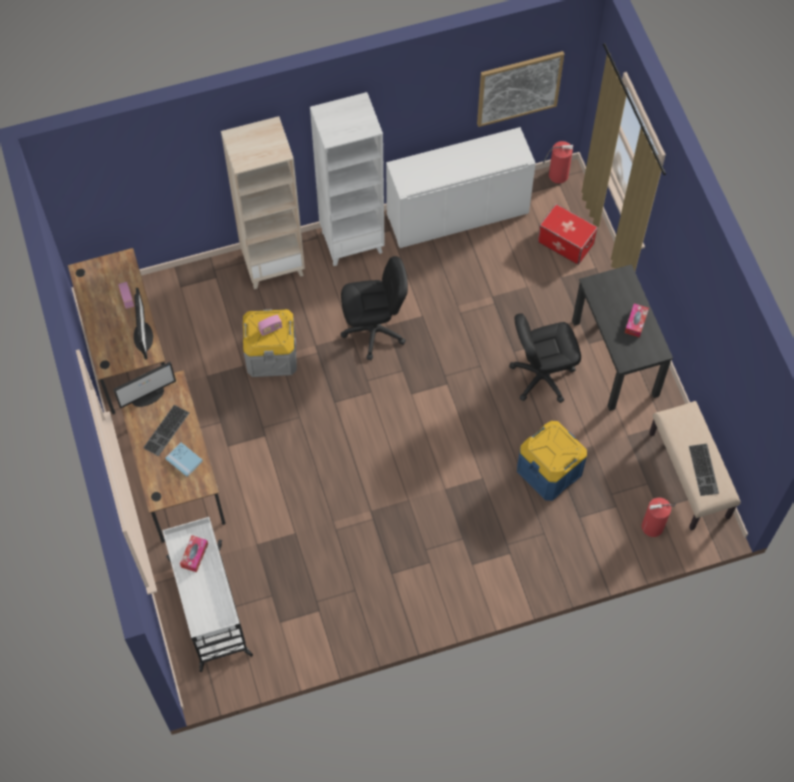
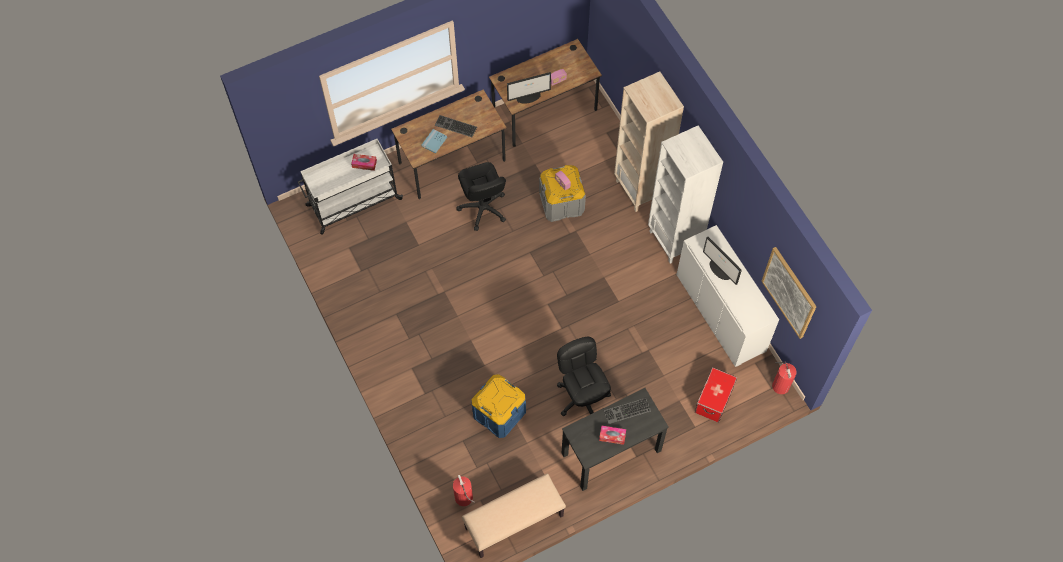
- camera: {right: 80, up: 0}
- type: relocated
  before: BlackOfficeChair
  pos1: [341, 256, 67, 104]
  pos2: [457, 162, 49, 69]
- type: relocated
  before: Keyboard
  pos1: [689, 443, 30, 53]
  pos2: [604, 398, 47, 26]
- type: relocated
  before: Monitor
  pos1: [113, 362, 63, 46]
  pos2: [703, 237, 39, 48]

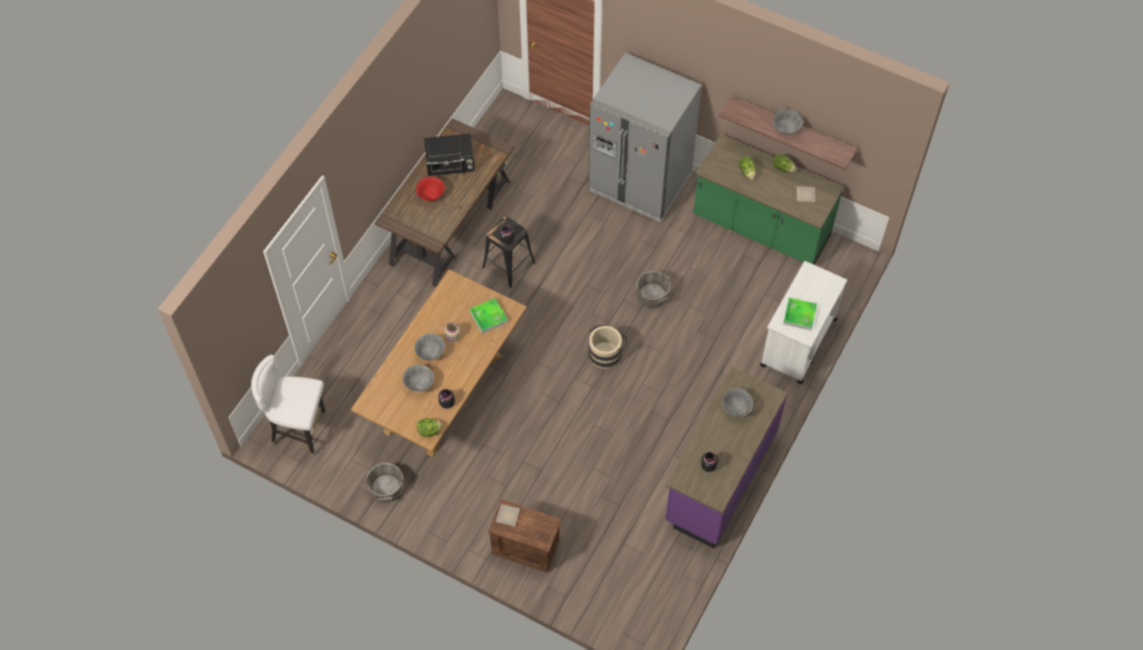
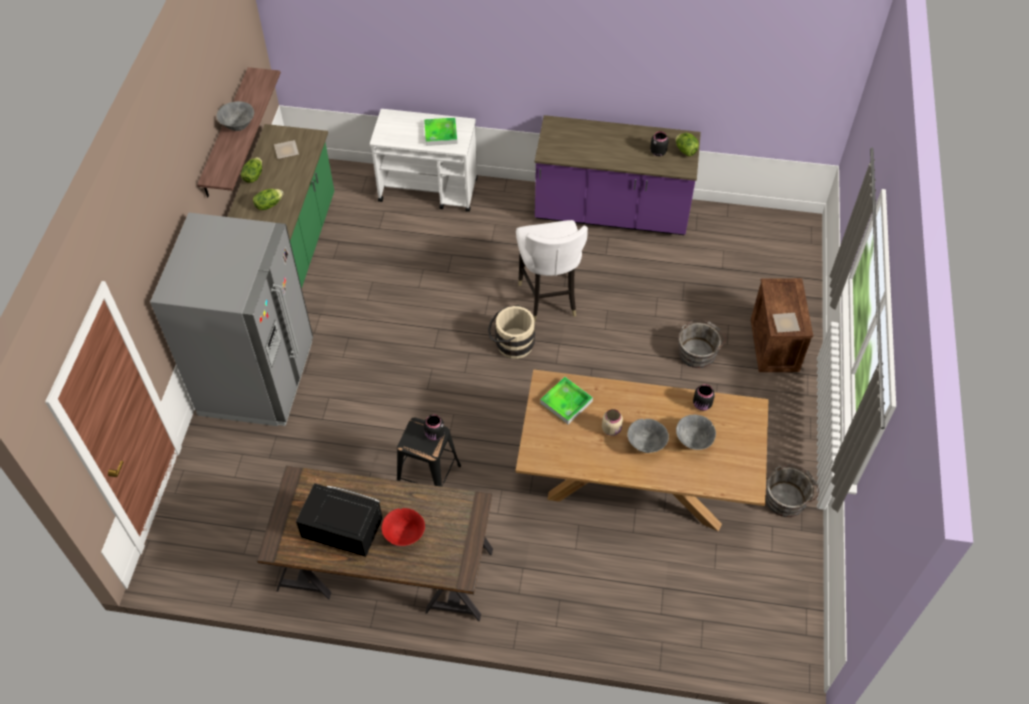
- camera: {right: -110, up: -5}
- type: spun
  before: BlackMicrowave
  pos1: [424, 133, 51, 43]
  pos2: [296, 483, 87, 74]
  turn: -45
- type: relocated
  before: WhiteChair
  pos1: [251, 355, 75, 102]
  pos2: [516, 220, 72, 102]
- type: relocated
  before: Lettuce
  pos1: [417, 418, 25, 19]
  pos2: [675, 133, 24, 23]
- type: relocated
  before: GreyBucket
  pos1: [636, 271, 38, 37]
  pos2: [679, 319, 47, 49]
- type: missing
  before: GreyBowl
  pos1: [722, 388, 31, 29]

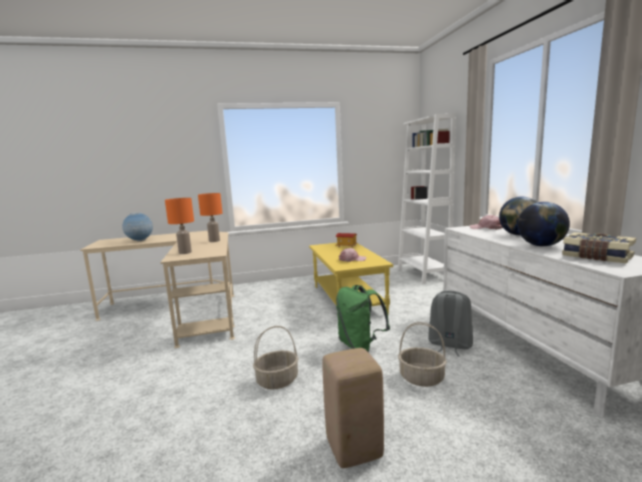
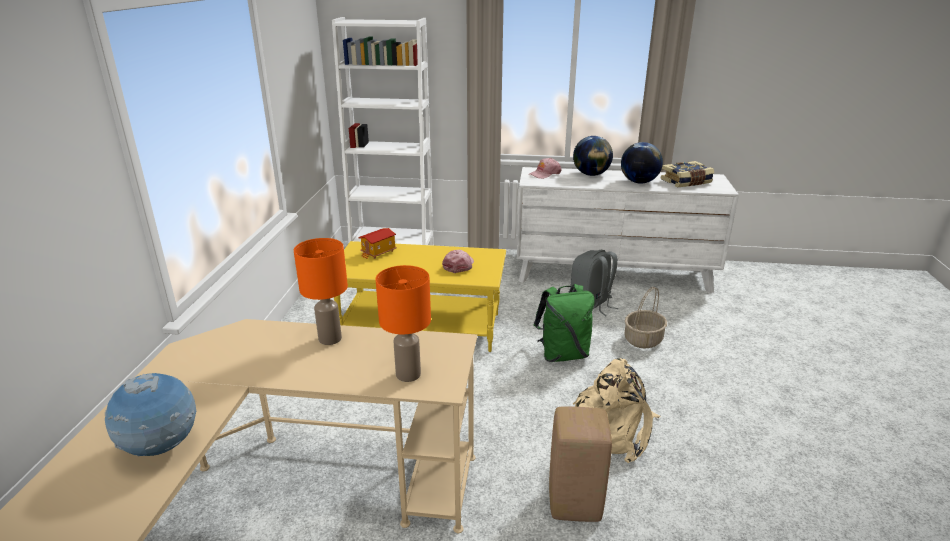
- camera: {right: -70, up: 15}
- type: relocated
  before: BeigeStool
  pos1: [322, 348, 62, 120]
  pos2: [549, 406, 63, 116]
- type: exchanged
  before: Basket
  after: BeigeBackpack
  pos1: [253, 326, 46, 64]
  pos2: [573, 358, 87, 105]

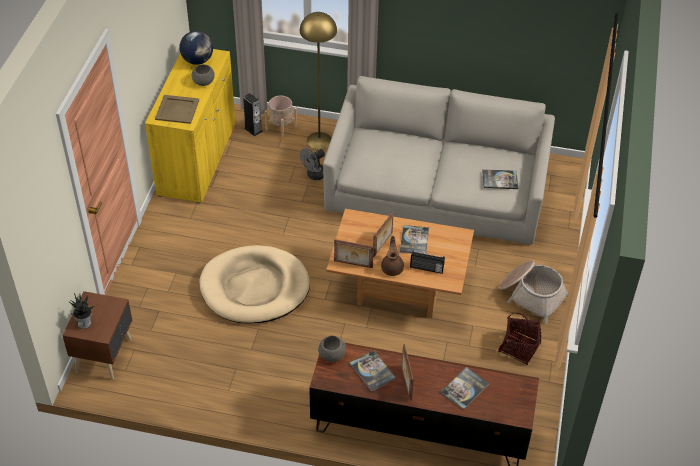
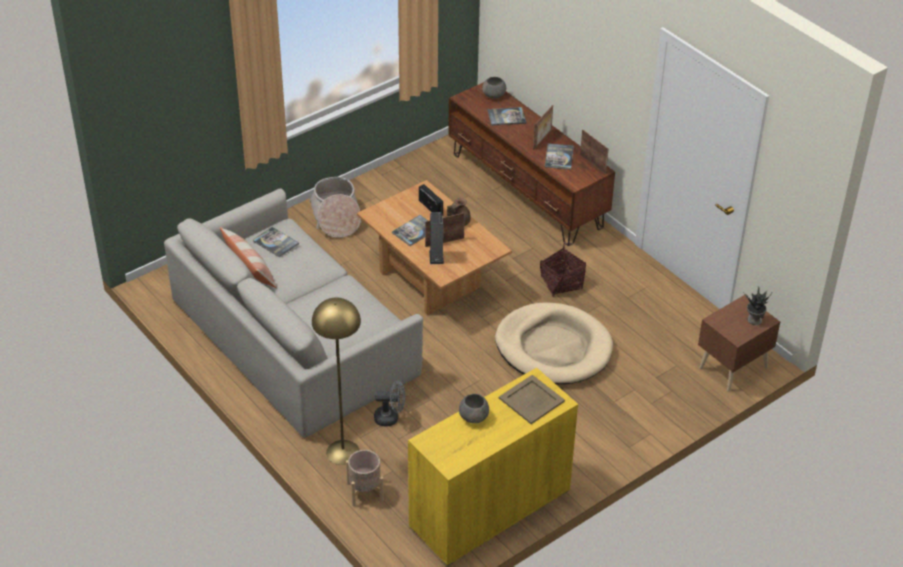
- camera: {right: -140, up: -5}
- type: appeared
  after: Pillow
  pos2: [220, 227, 57, 61]
- type: relocated
  before: Speaker
  pos1: [243, 93, 20, 43]
  pos2: [429, 212, 15, 52]
- type: relocated
  before: GreyBowl
  pos1: [318, 336, 28, 26]
  pos2: [482, 77, 24, 22]
- type: relocated
  before: Basket
  pos1: [498, 312, 43, 53]
  pos2: [540, 242, 46, 55]
- type: relocated
  before: PictureFrame
  pos1: [334, 239, 40, 29]
  pos2: [580, 129, 29, 45]
- type: missing
  before: Globe
  pos1: [179, 31, 34, 34]

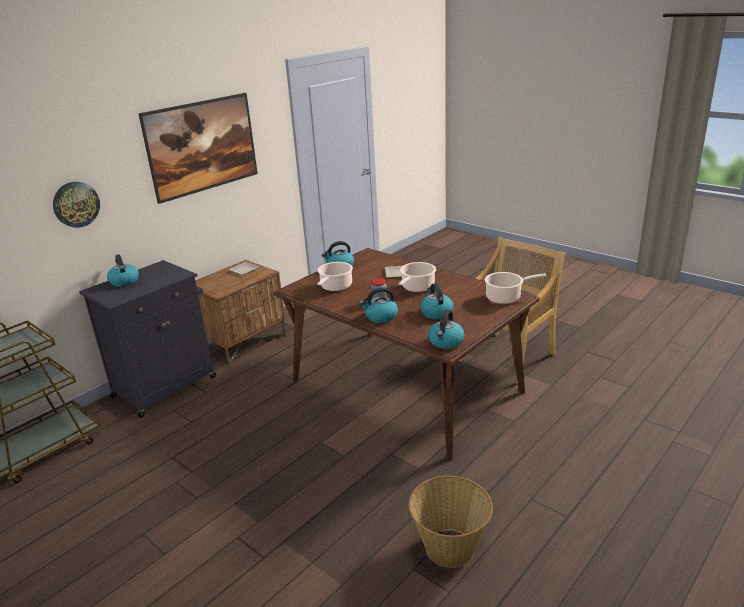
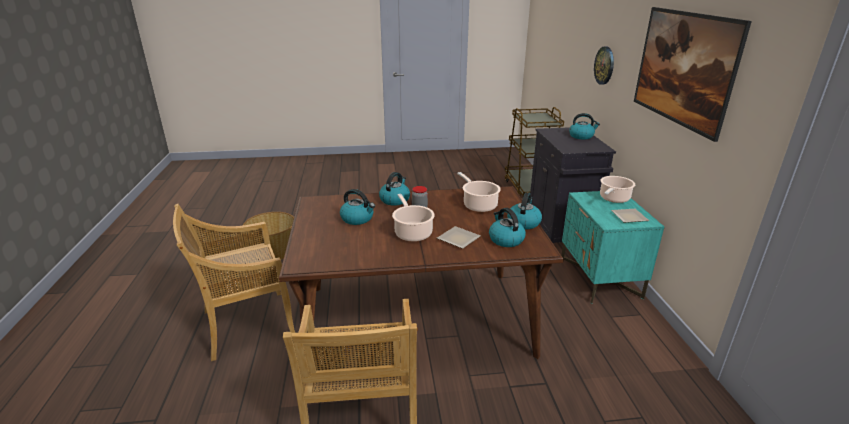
- camera: {right: 130, up: 0}
- type: appeared
  after: BeigeChair
  pos2: [173, 204, 122, 157]
- type: relocated
  before: Kettle
  pos1: [428, 310, 37, 39]
  pos2: [489, 208, 37, 39]
- type: colour
  before: BrownNightstand
  after: TurquoiseNightstand
  pos1: [195, 260, 91, 107]
  pos2: [561, 191, 103, 112]
- type: relocated
  before: CookingPot
  pos1: [485, 272, 61, 32]
  pos2: [600, 176, 35, 27]

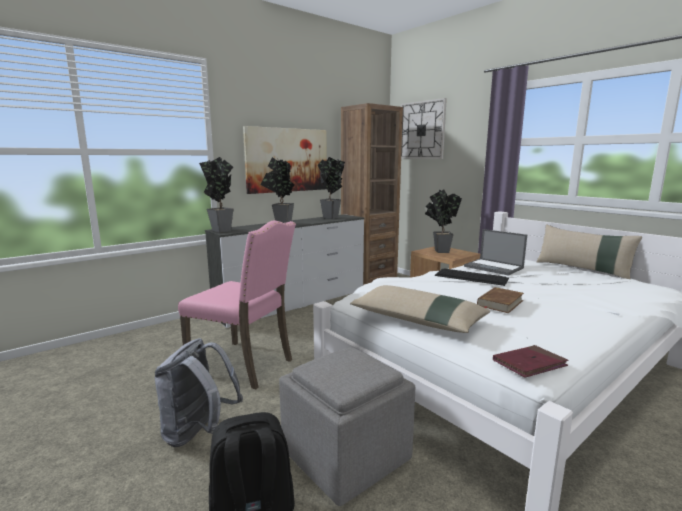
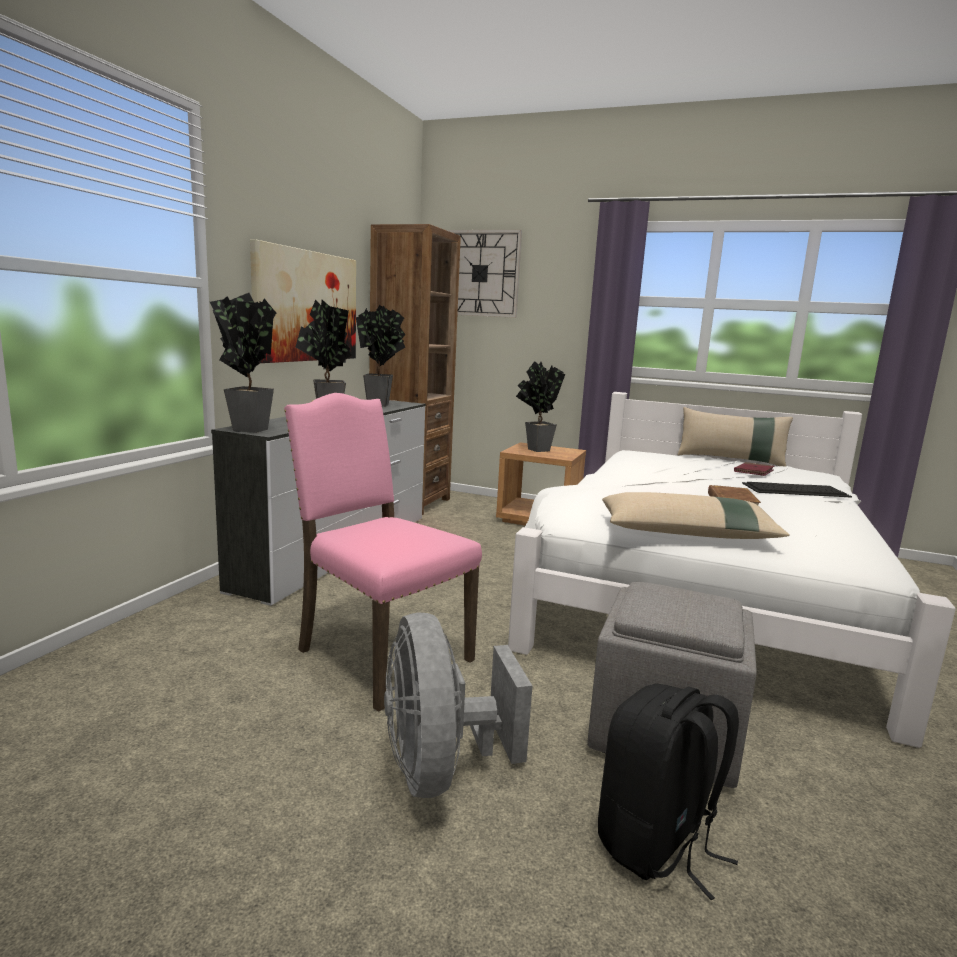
- camera: {right: -30, up: 0}
- type: spun
  before: PinkChair
  pos1: [178, 221, 118, 168]
  pos2: [284, 393, 198, 319]
  turn: -135
- type: exchanged
  before: GreyBackpack
  after: GreyFan
  pos1: [155, 338, 88, 109]
  pos2: [384, 612, 148, 186]
- type: relocated
  before: RedBook
  pos1: [493, 345, 76, 33]
  pos2: [734, 462, 40, 14]
- type: relocated
  before: Keyboard
  pos1: [434, 268, 75, 18]
  pos2: [742, 482, 110, 16]
- type: missing
  before: Laptop
  pos1: [464, 229, 63, 47]

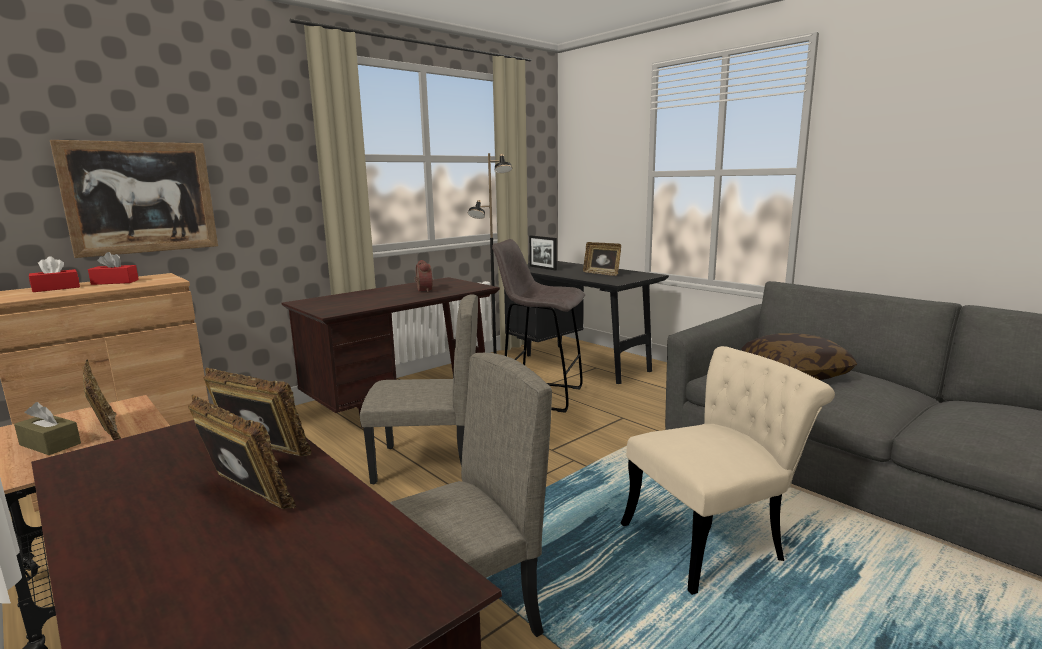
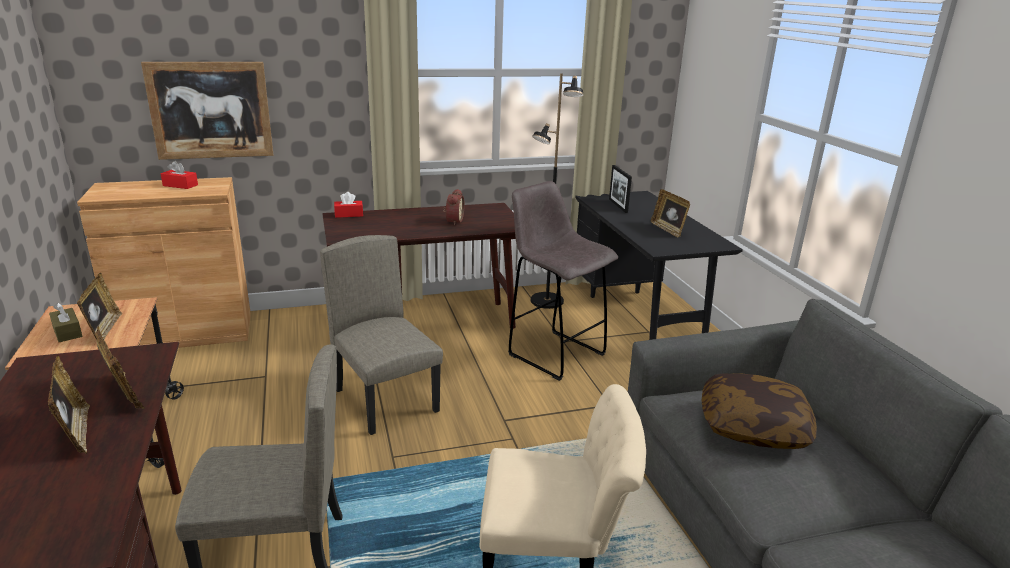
- camera: {right: 25, up: 10}
- type: spun
  before: BeigeChair
  pos1: [360, 294, 118, 190]
  pos2: [320, 235, 123, 200]
  turn: -150
- type: relocated
  before: RedTissueBox
  pos1: [29, 256, 51, 36]
  pos2: [334, 192, 29, 26]

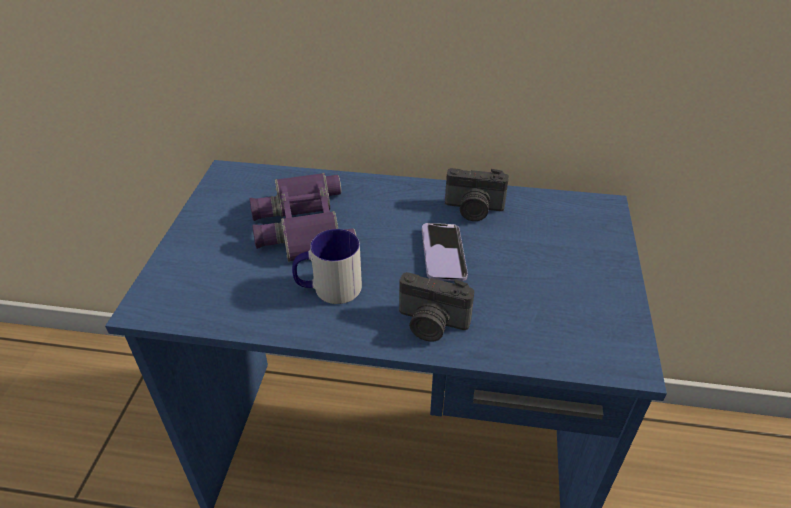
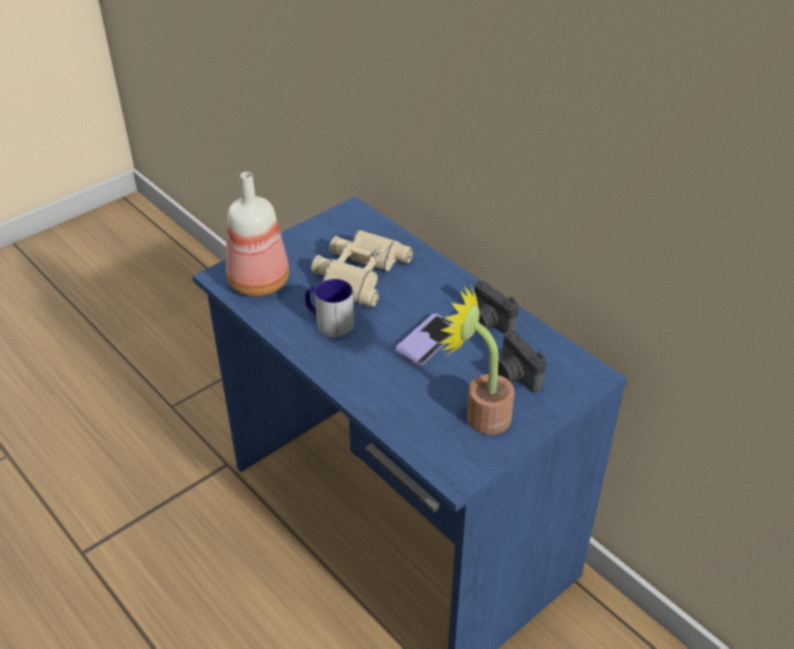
- camera: {right: 40, up: 0}
- type: appeared
  after: Bottle
  pos2: [226, 172, 63, 124]
- type: colour
  before: PurpleBinoculars
  after: BeigeBinoculars
  pos1: [250, 173, 106, 89]
  pos2: [311, 230, 102, 77]
- type: appeared
  after: PottedPlant
  pos2: [439, 285, 76, 150]
- type: relocated
  before: PhotoCamera
  pos1: [399, 272, 75, 70]
  pos2: [498, 330, 48, 63]

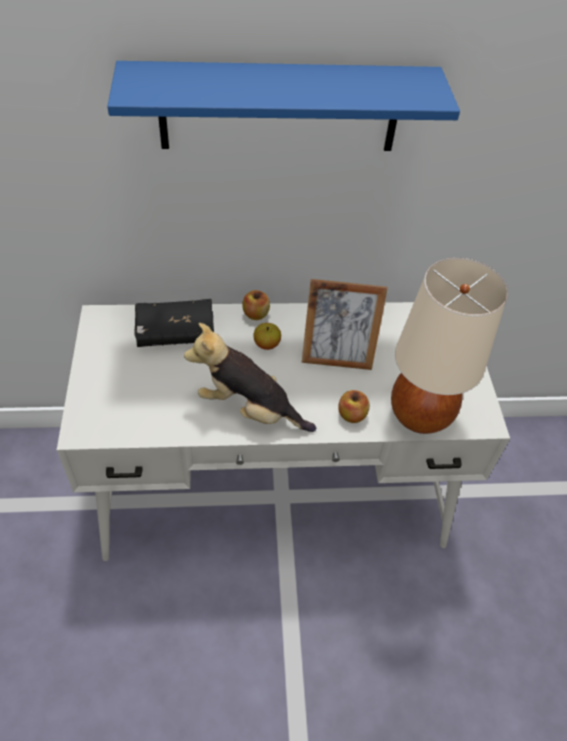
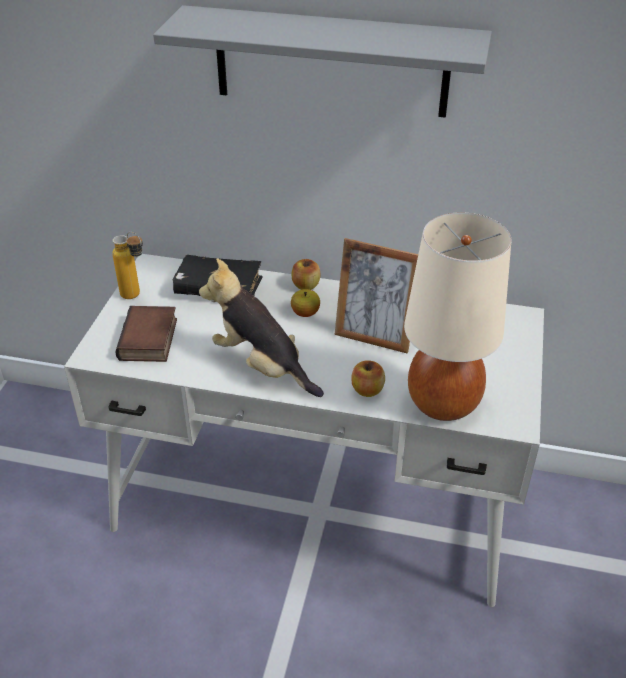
- camera: {right: 20, up: -10}
- type: appeared
  after: Bottle
  pos2: [112, 232, 31, 67]
- type: appeared
  after: Book
  pos2: [115, 306, 62, 56]
- type: colour
  before: BlueShelf
  after: GreyShelf
  pos1: [107, 61, 353, 90]
  pos2: [153, 5, 339, 113]

